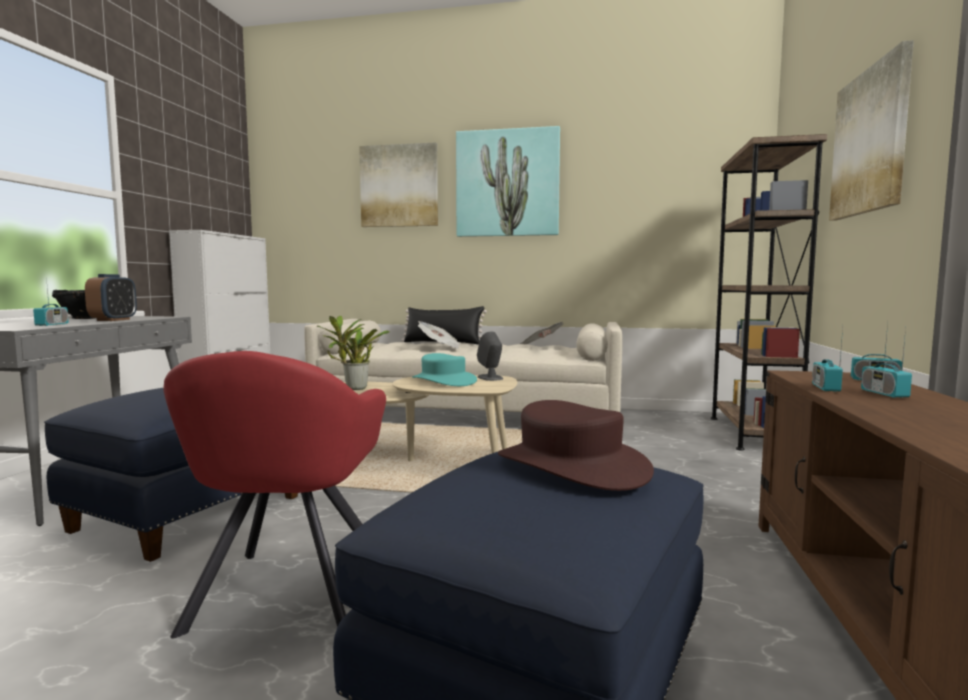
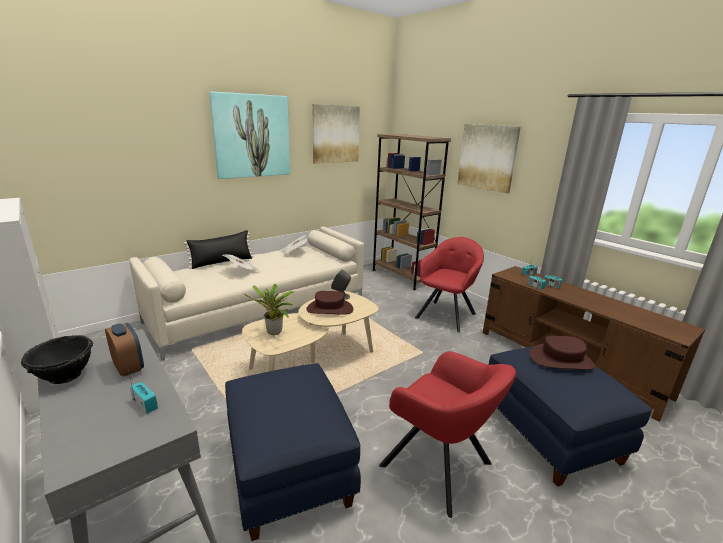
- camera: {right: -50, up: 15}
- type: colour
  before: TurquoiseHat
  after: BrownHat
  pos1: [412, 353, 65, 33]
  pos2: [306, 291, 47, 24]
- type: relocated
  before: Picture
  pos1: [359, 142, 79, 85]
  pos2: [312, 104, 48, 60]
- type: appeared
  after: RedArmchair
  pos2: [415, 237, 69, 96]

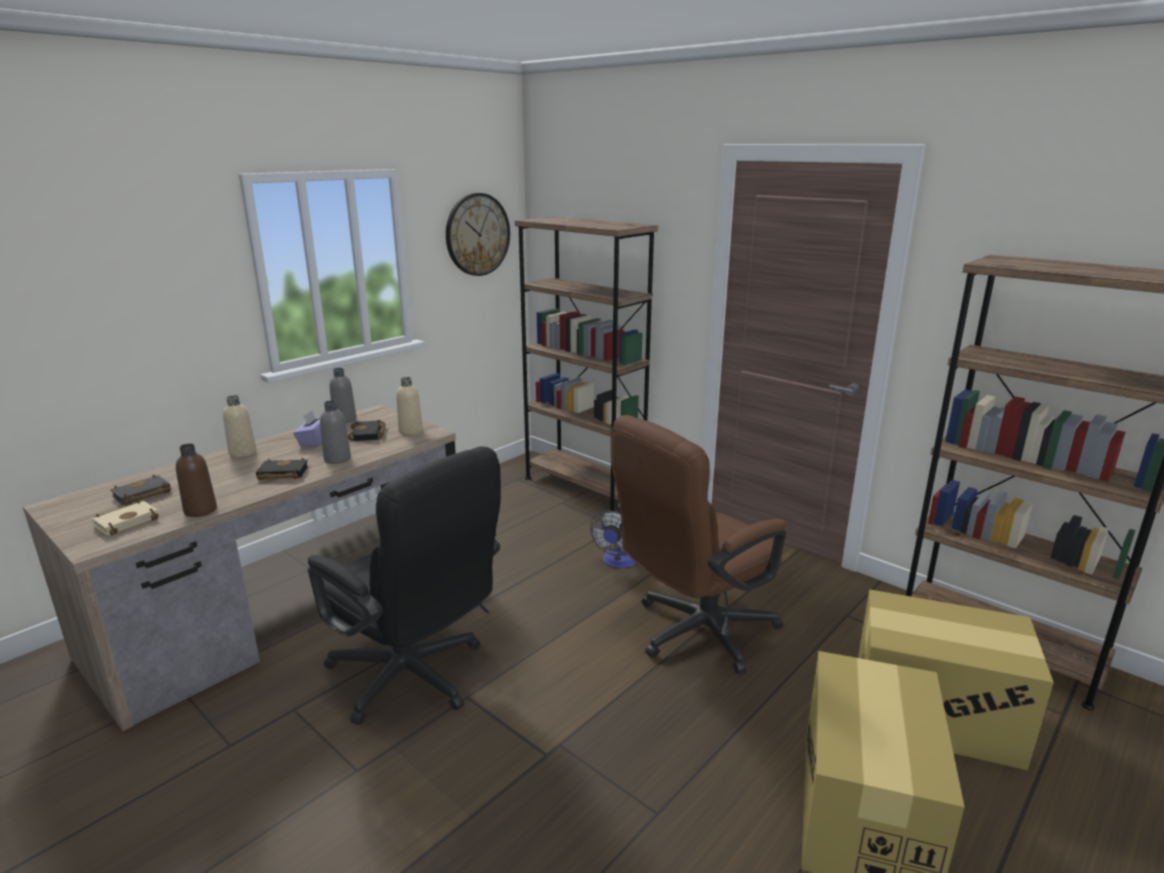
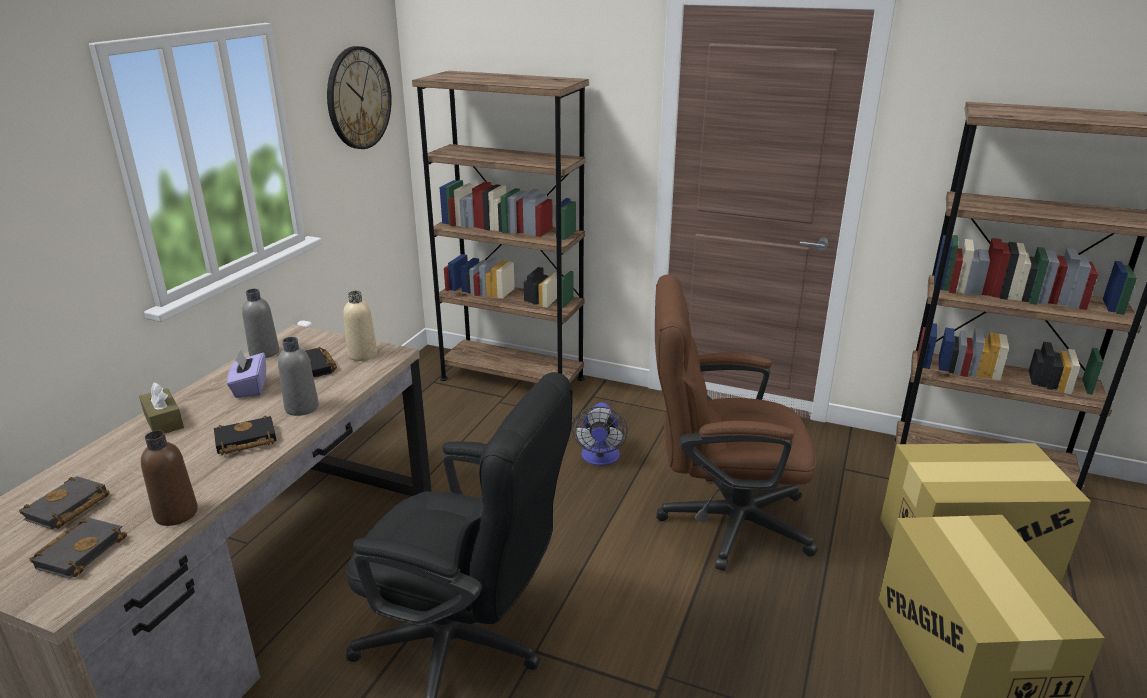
- camera: {right: -20, up: 5}
- type: colour
  before: BeigeBook
  after: BlackBook
  pos1: [92, 501, 67, 35]
  pos2: [30, 518, 97, 61]
- type: exchanged
  before: BeigeBottle
  after: BrownTissueBox
  pos1: [223, 395, 33, 63]
  pos2: [139, 382, 45, 51]
- type: spun
  before: BrownOfficeChair
  pos1: [611, 415, 175, 259]
  pos2: [655, 274, 163, 297]
  turn: 60

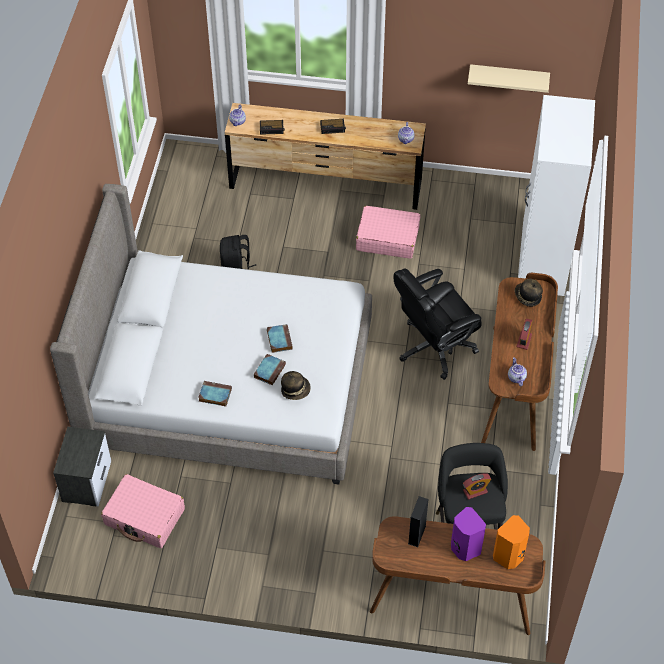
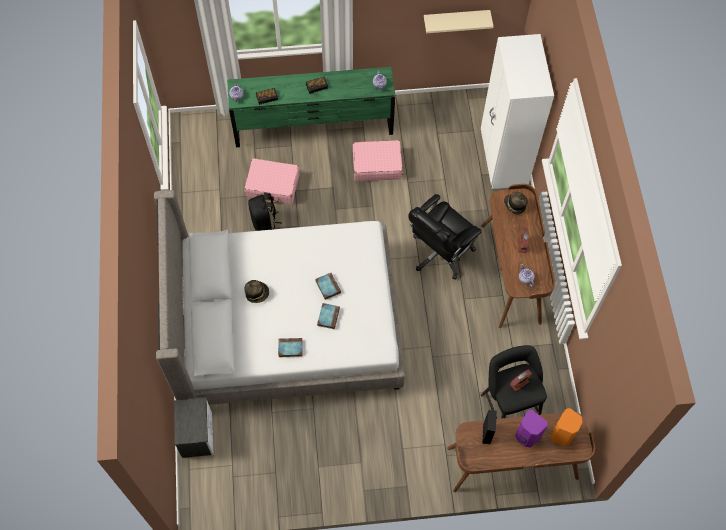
- camera: {right: -15, up: 10}
- type: colour
  before: BrownDresser
  after: GreenDresser
  pos1: [225, 103, 201, 107]
  pos2: [227, 67, 168, 80]
- type: relocated
  before: PinkSuitcase
  pos1: [101, 474, 84, 74]
  pos2: [244, 158, 56, 46]
- type: relocated
  before: Hat
  pos1: [281, 371, 30, 29]
  pos2: [244, 280, 25, 23]

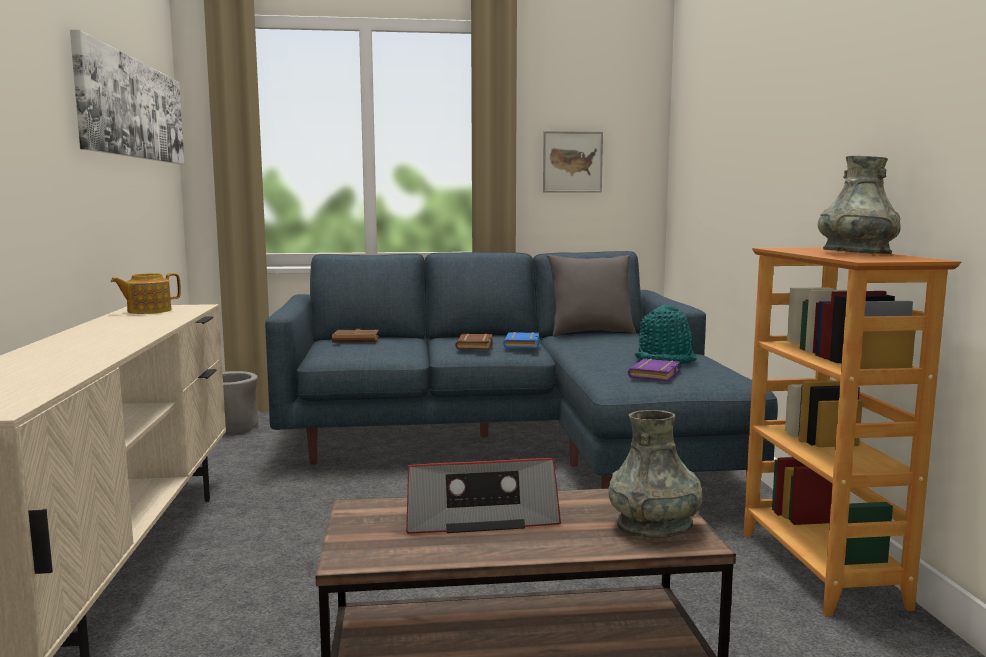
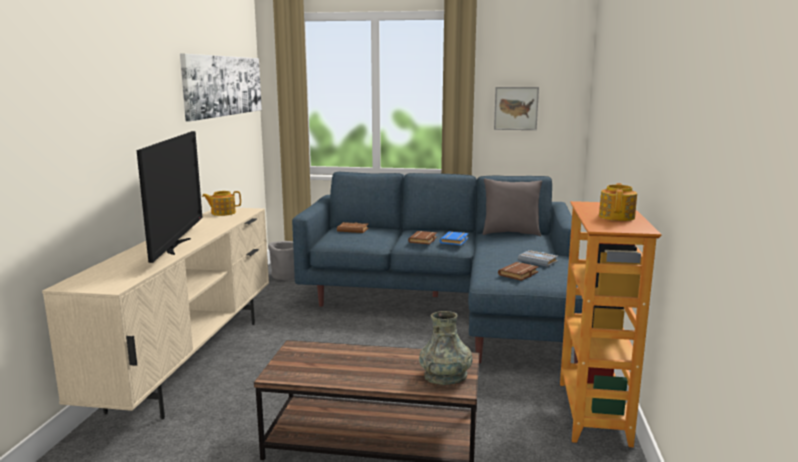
- camera: {right: 15, up: 5}
- type: appeared
  after: Television
  pos2: [136, 131, 67, 132]
- type: colour
  before: PurpleBook
  after: BrownBook
  pos1: [628, 359, 52, 22]
  pos2: [498, 262, 41, 19]
- type: exchanged
  before: TurquoiseHat
  after: GreyBook
  pos1: [635, 304, 62, 60]
  pos2: [518, 250, 40, 17]
- type: exchanged
  before: GreyVase
  after: Teapot
  pos1: [818, 156, 83, 98]
  pos2: [599, 183, 38, 38]
- type: missing
  before: Radio
  pos1: [406, 458, 155, 76]

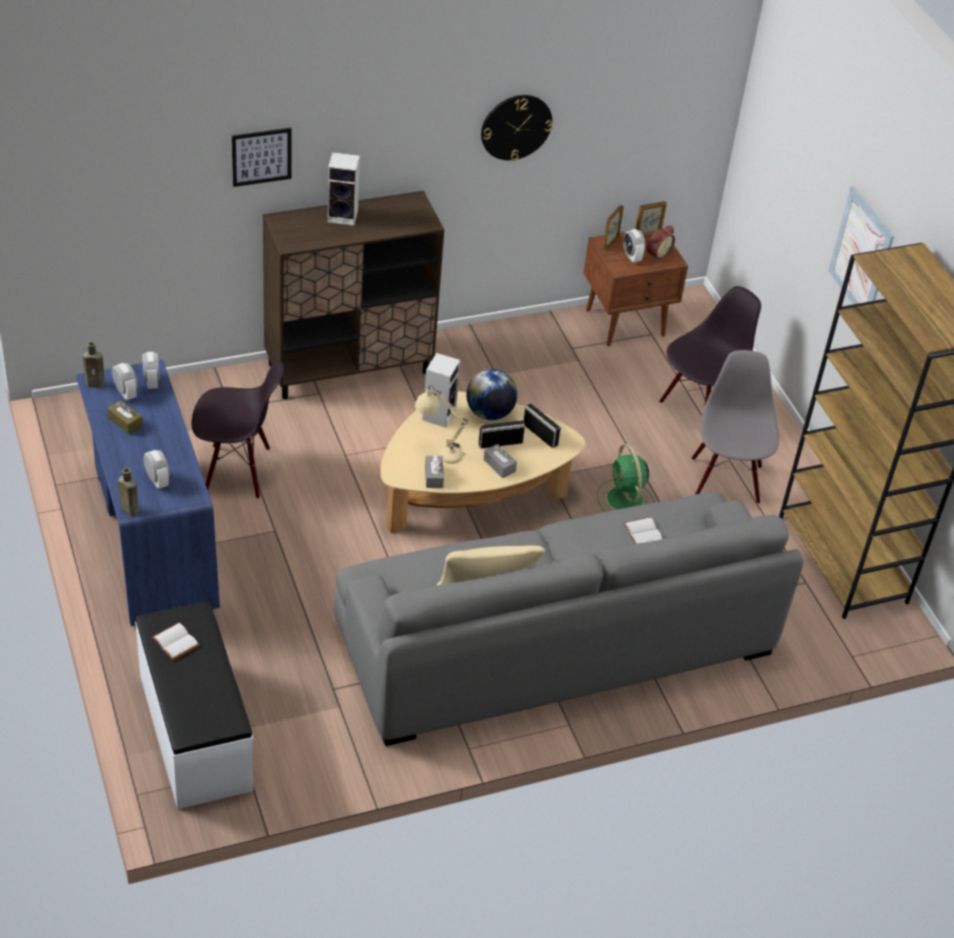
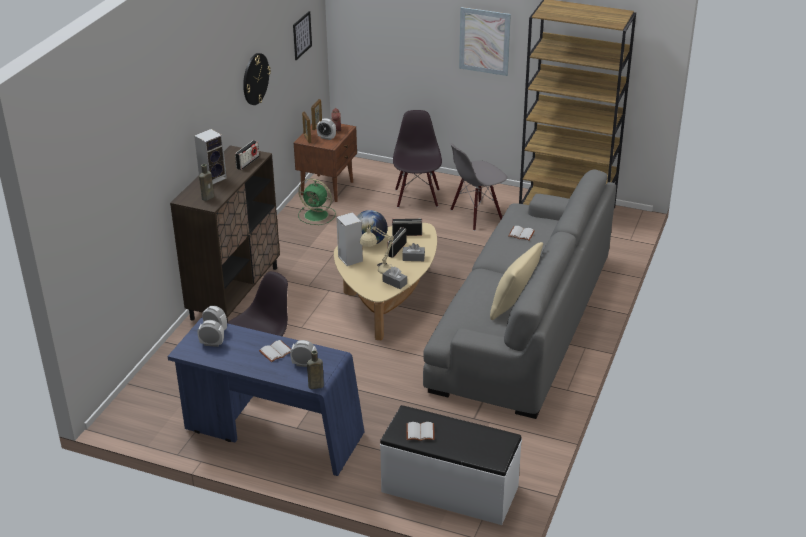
- camera: {right: -45, up: -10}
- type: relocated
  before: BrownBottle
  pos1: [83, 341, 22, 47]
  pos2: [199, 164, 15, 37]
- type: appeared
  after: Radio
  pos2: [235, 140, 24, 30]
- type: appeared
  after: WhiteBook
  pos2: [259, 340, 32, 22]
- type: relocated
  before: Picture
  pos1: [232, 128, 60, 59]
  pos2: [293, 11, 19, 49]
- type: relocated
  before: GreenFan
  pos1: [597, 444, 58, 68]
  pos2: [298, 179, 38, 46]
- type: spun
  before: GreyChair
  pos1: [691, 350, 88, 154]
  pos2: [450, 143, 57, 88]
  turn: -75
- type: missing
  before: BrownTissueBox
  pos1: [107, 400, 36, 35]

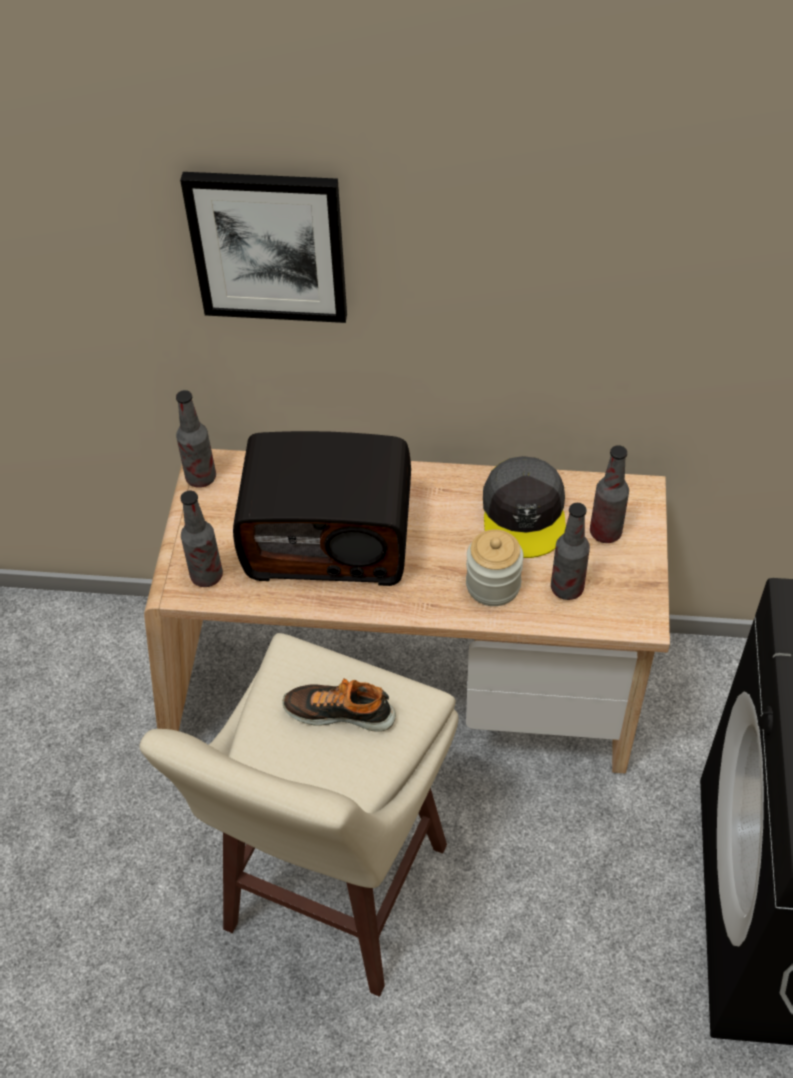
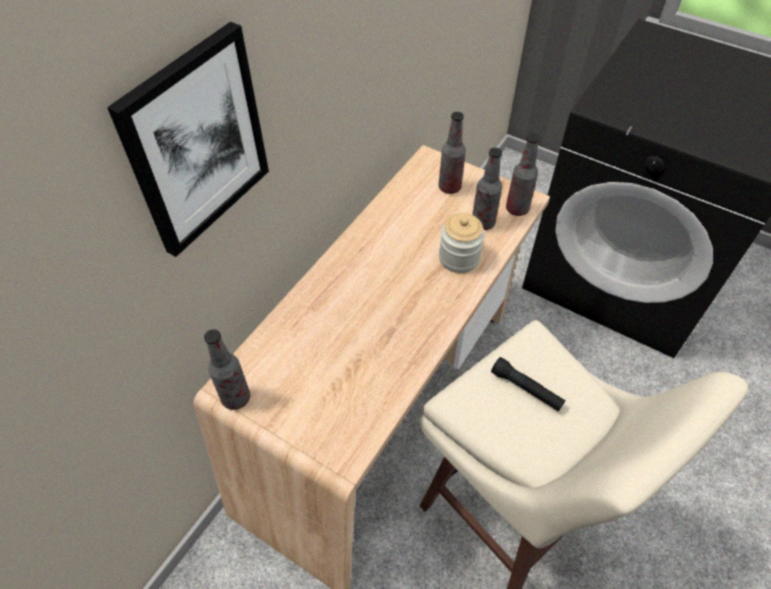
- camera: {right: -65, up: 0}
- type: exchanged
  before: Shoe
  after: BlackFlashlight
  pos1: [282, 679, 114, 53]
  pos2: [491, 357, 74, 55]
- type: relocated
  before: Bottle
  pos1: [181, 491, 42, 96]
  pos2: [506, 133, 34, 83]
- type: missing
  before: Radio
  pos1: [233, 431, 178, 155]
- type: missing
  before: GreyCap
  pos1: [483, 456, 83, 102]

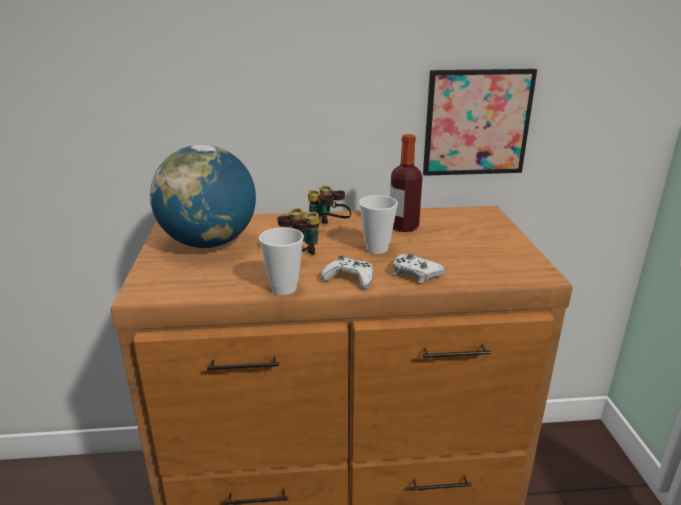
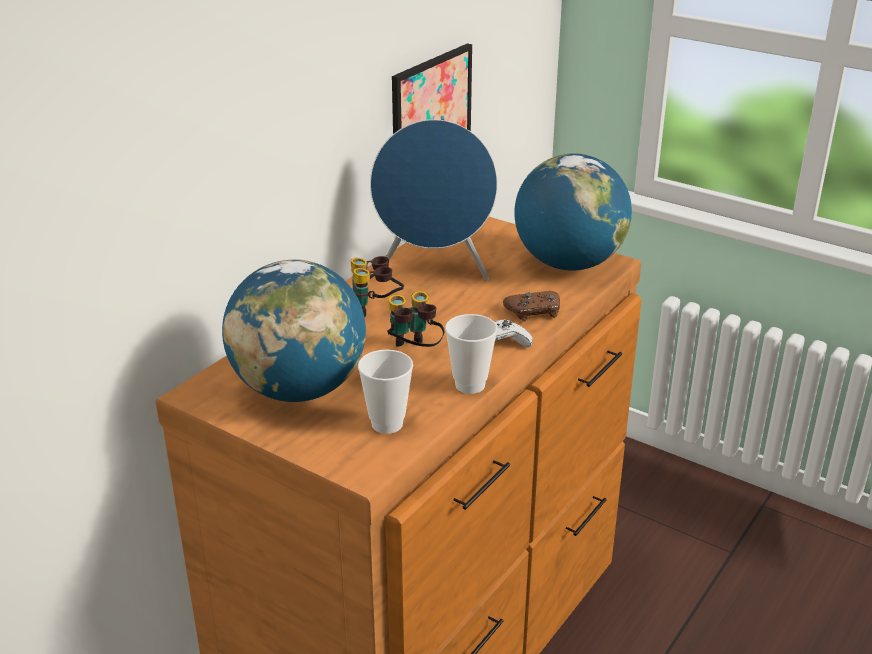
- camera: {right: -50, up: 5}
- type: relocated
  before: Cup
  pos1: [359, 195, 39, 59]
  pos2: [358, 350, 55, 84]
- type: exchanged
  before: Bottle
  after: BlueSpeaker
  pos1: [390, 134, 32, 98]
  pos2: [370, 119, 128, 161]
- type: colour
  before: WhiteGameController
  after: BrownGameController
  pos1: [393, 254, 52, 29]
  pos2: [503, 291, 57, 31]
- type: appeared
  after: Globe
  pos2: [514, 154, 118, 117]

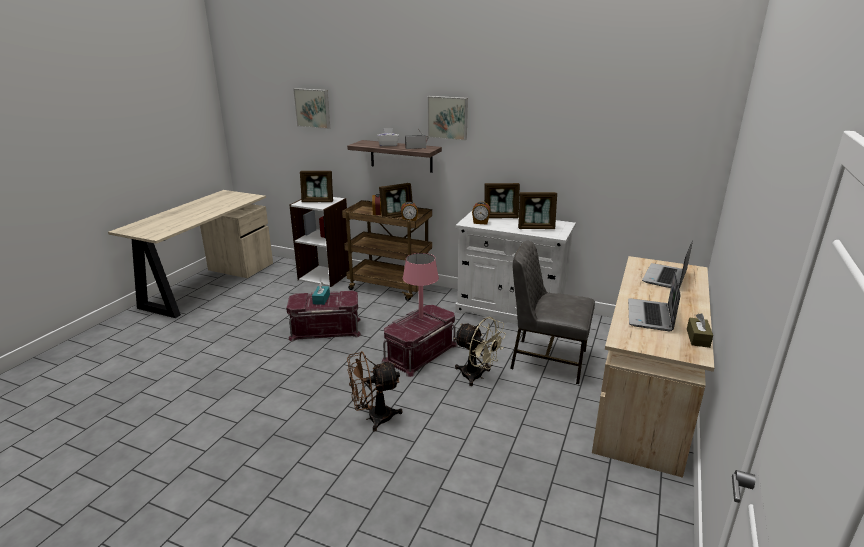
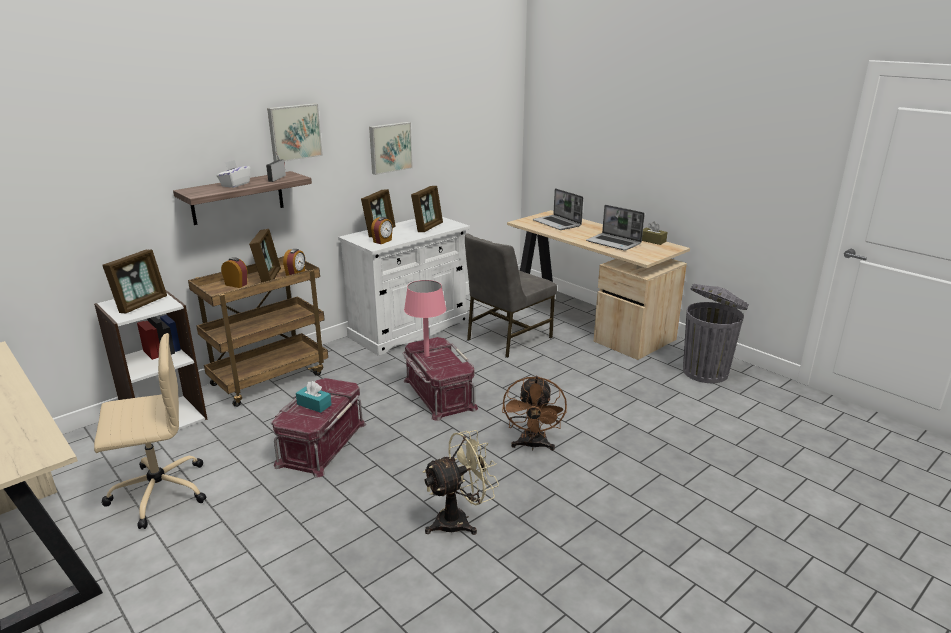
- camera: {right: -65, up: 0}
- type: appeared
  after: BeigeOfficeChair
  pos2: [94, 333, 112, 196]
- type: relocated
  before: Picture
  pos1: [293, 88, 37, 41]
  pos2: [369, 122, 44, 53]
- type: relocated
  before: BeigeFan
  pos1: [454, 317, 52, 69]
  pos2: [423, 430, 76, 105]
- type: appeared
  after: GreyTrashCan
  pos2: [683, 284, 66, 99]

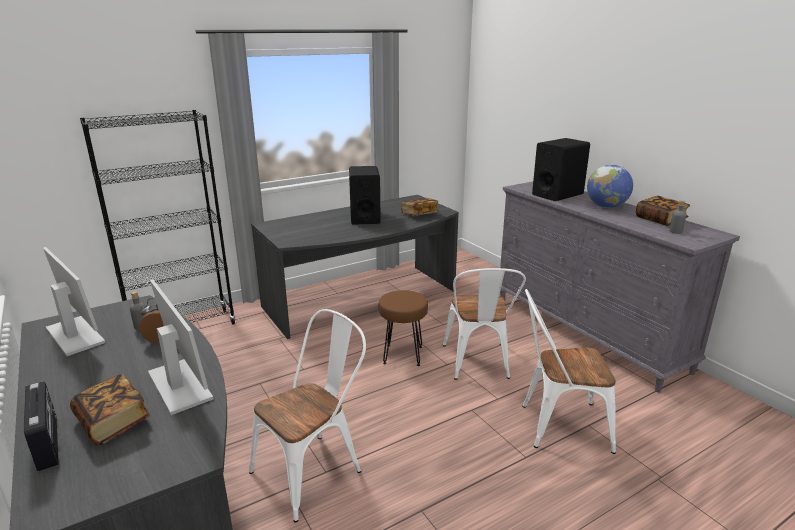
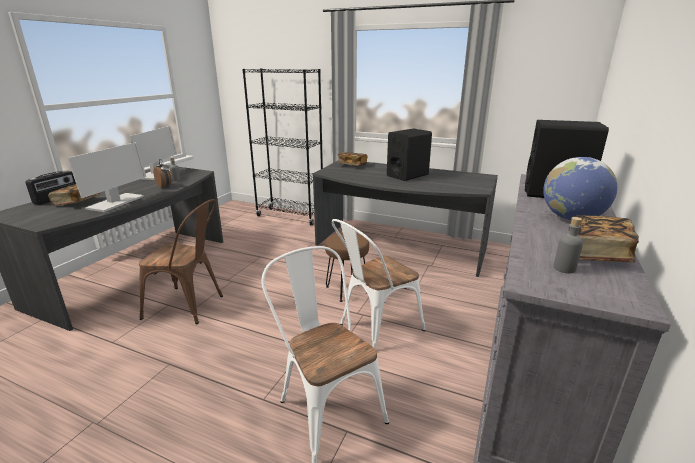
- camera: {right: 55, up: 0}
- type: colour
  before: WhiteChair
  after: BrownChair
  pos1: [249, 309, 117, 214]
  pos2: [139, 199, 84, 125]
- type: relocated
  before: Book
  pos1: [401, 198, 38, 17]
  pos2: [337, 152, 30, 14]

